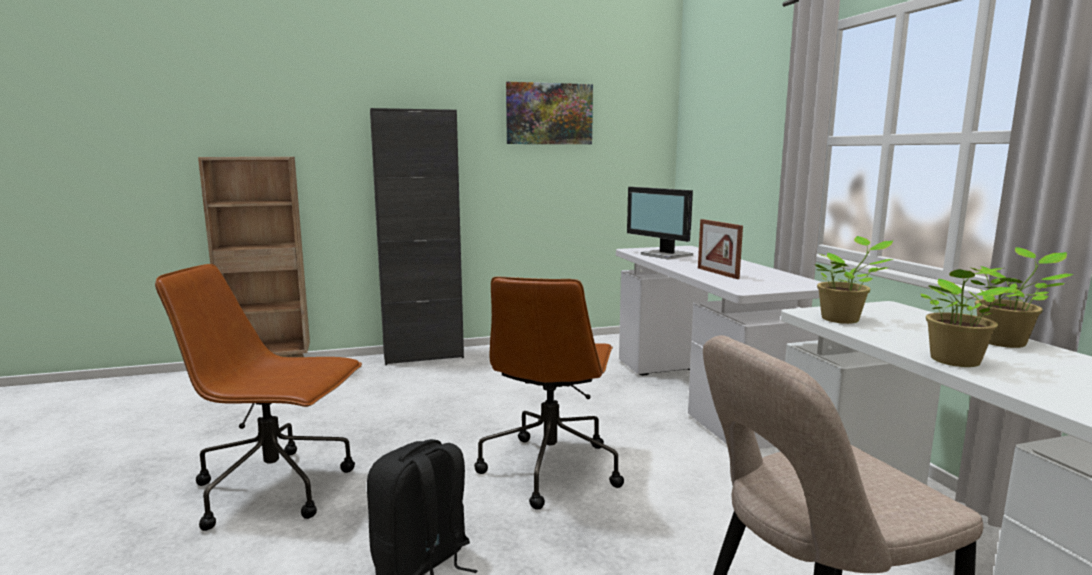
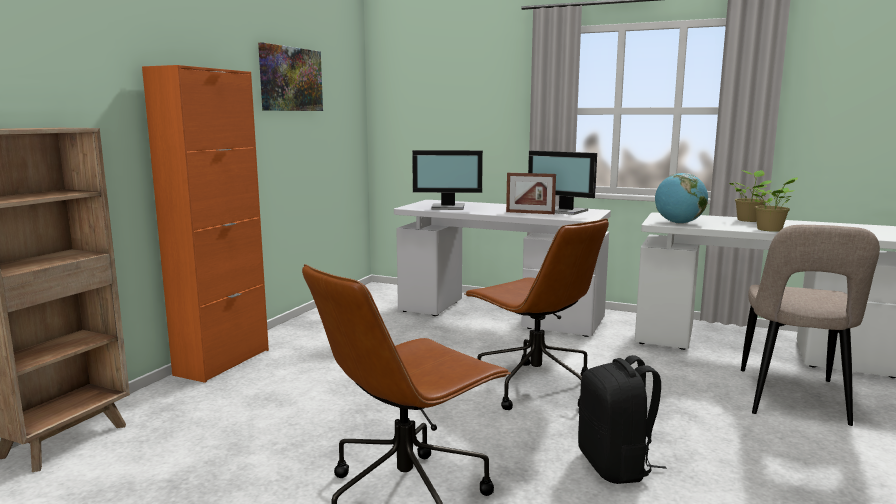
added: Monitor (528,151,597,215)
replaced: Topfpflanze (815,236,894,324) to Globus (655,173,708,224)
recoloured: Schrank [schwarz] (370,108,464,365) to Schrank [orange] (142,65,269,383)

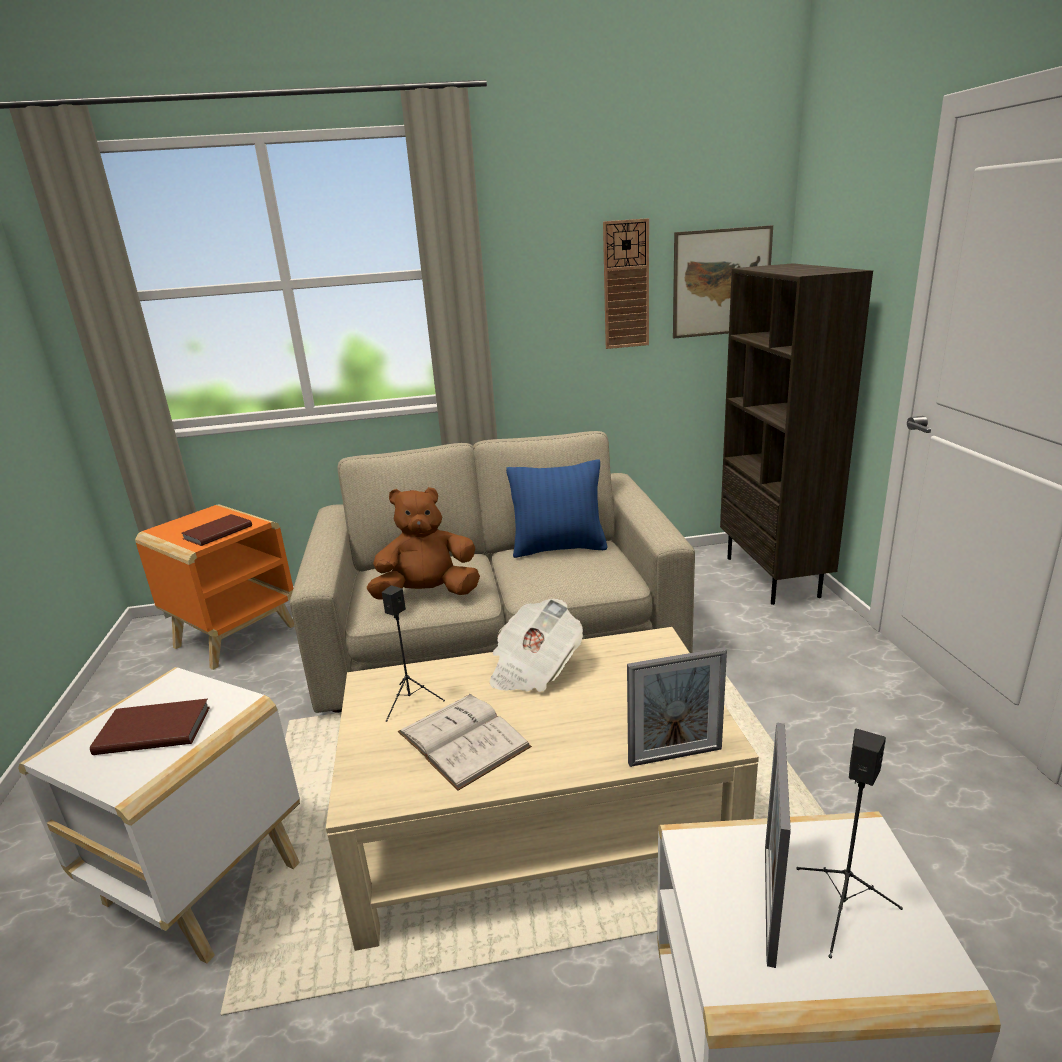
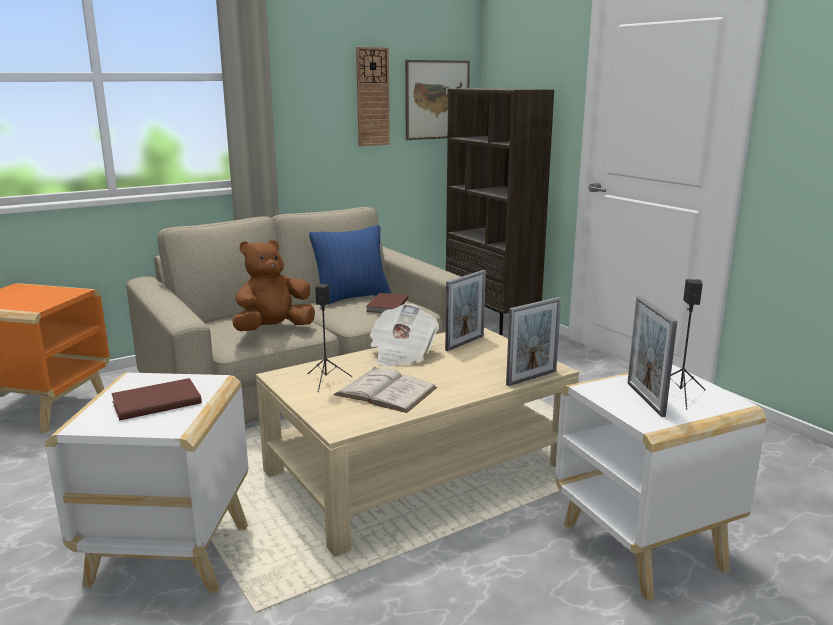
added: Bilderrahmen (445,270,486,351)
moved: Buch [braun] (182,514,252,546) to (366,293,408,313)

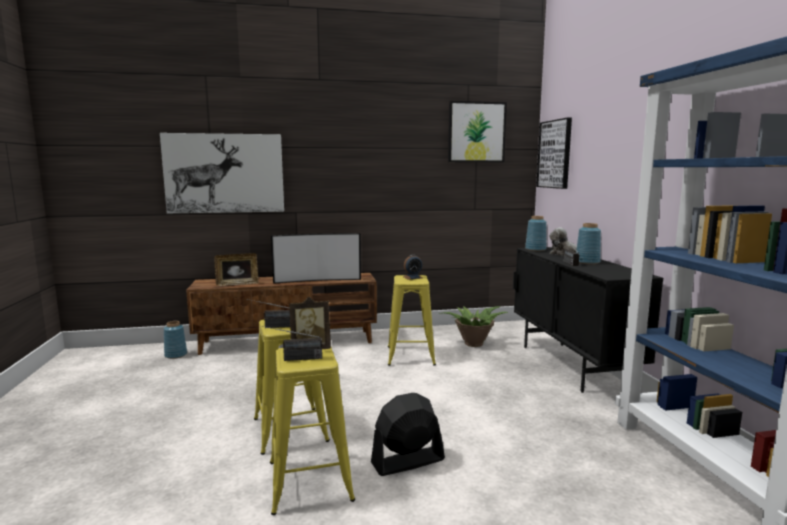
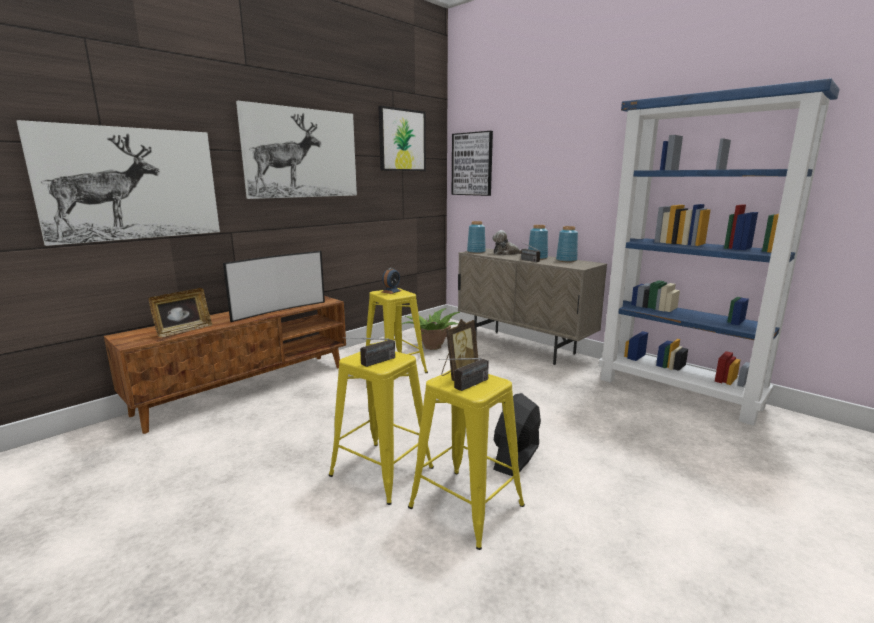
added: Bild (236,101,357,199)
moved: Vase [blau] (164,321,187,359) to (556,226,578,262)
recoloured: Schrank [schwarz] (513,247,663,393) to Schrank [beige] (458,248,607,365)

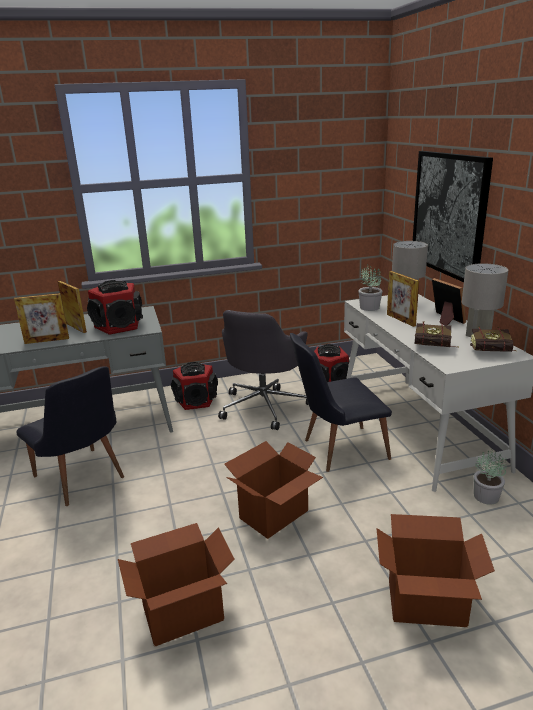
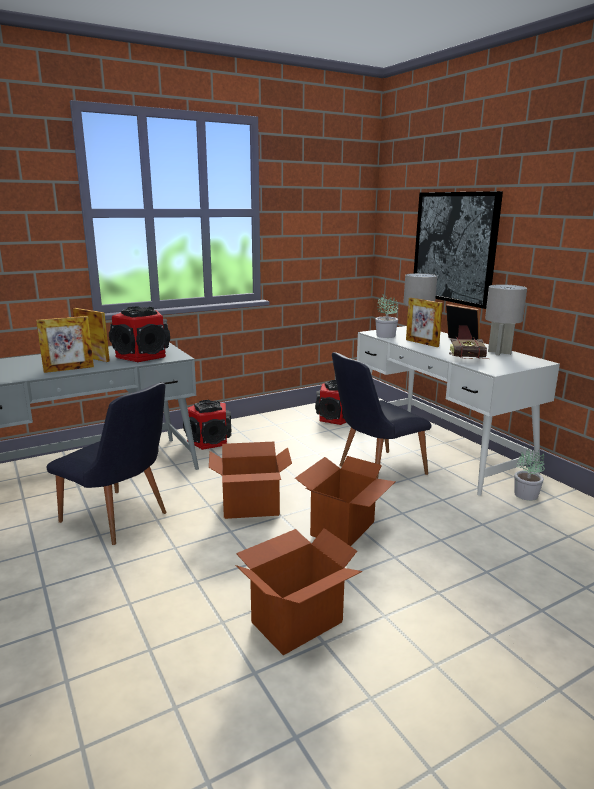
removed: Bürostuhl [grau] (218,310,309,430); Buch (470,327,516,352)
moved: Karton (376,514,495,627) to (209,442,292,519)

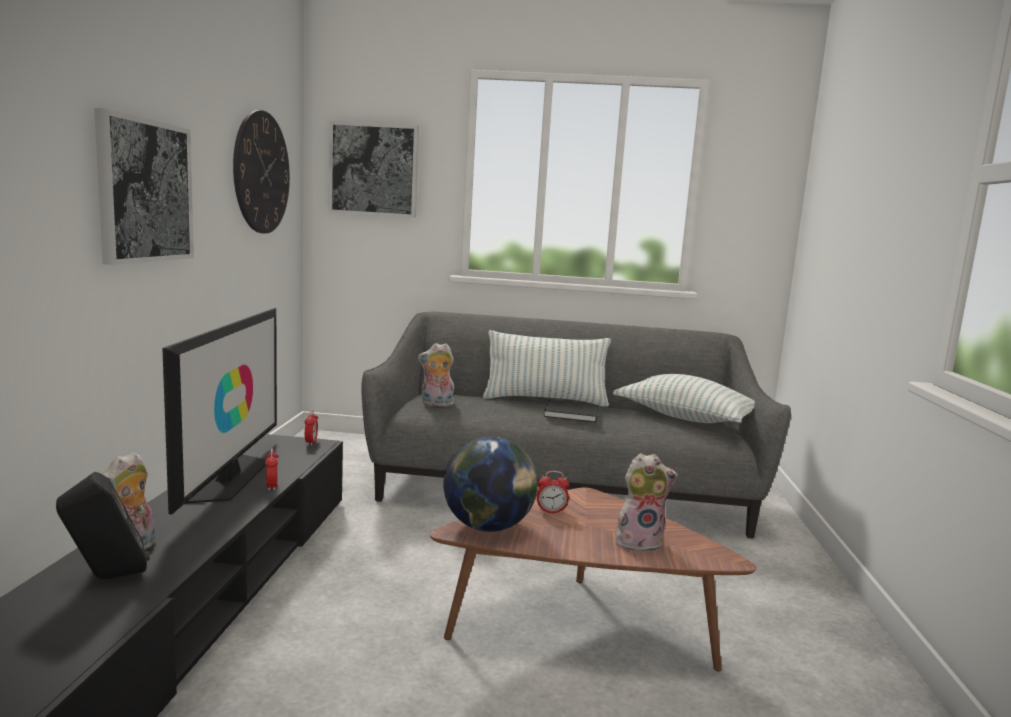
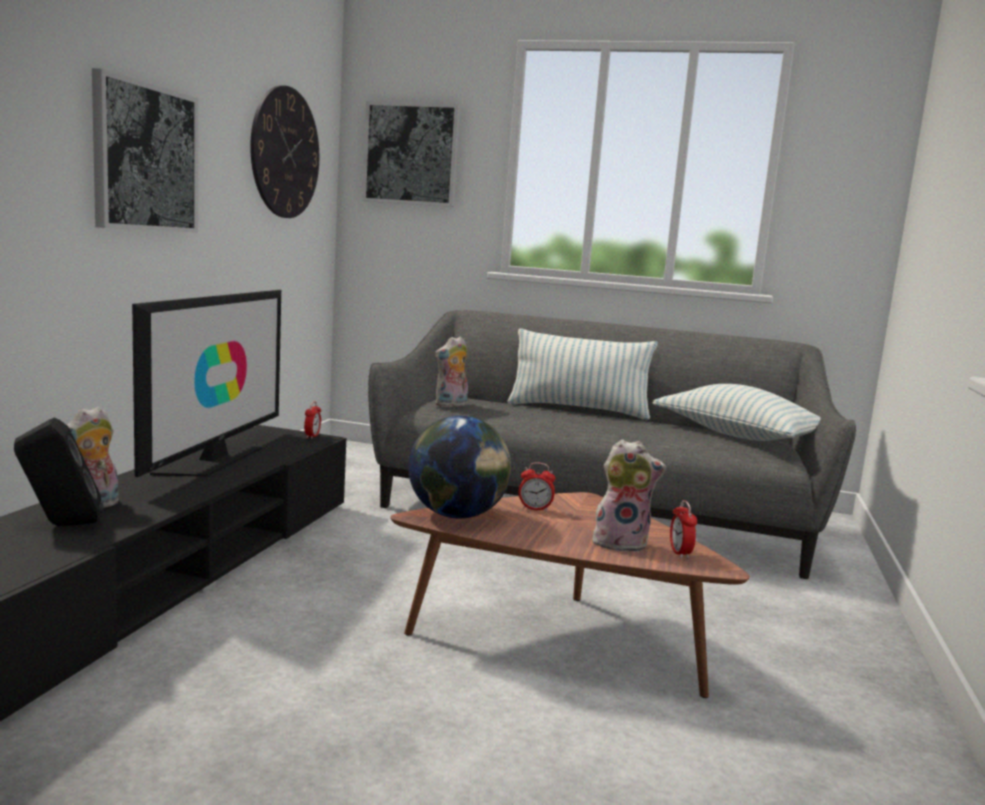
removed: Buch [schwarz] (544,400,599,422)
moved: Wecker (265,448,279,491) to (670,500,697,559)
turned: Plüschtier (418,343,455,406) = (435,336,468,407) 45 degrees counterclockwise

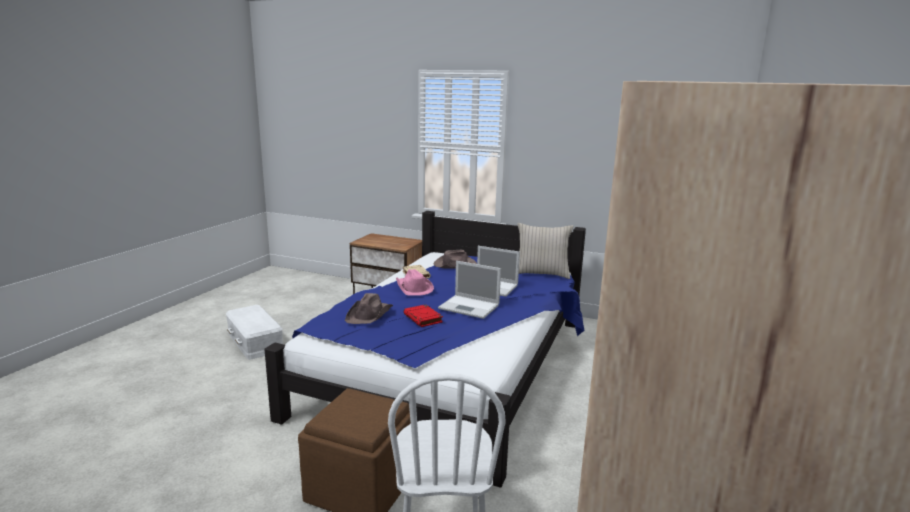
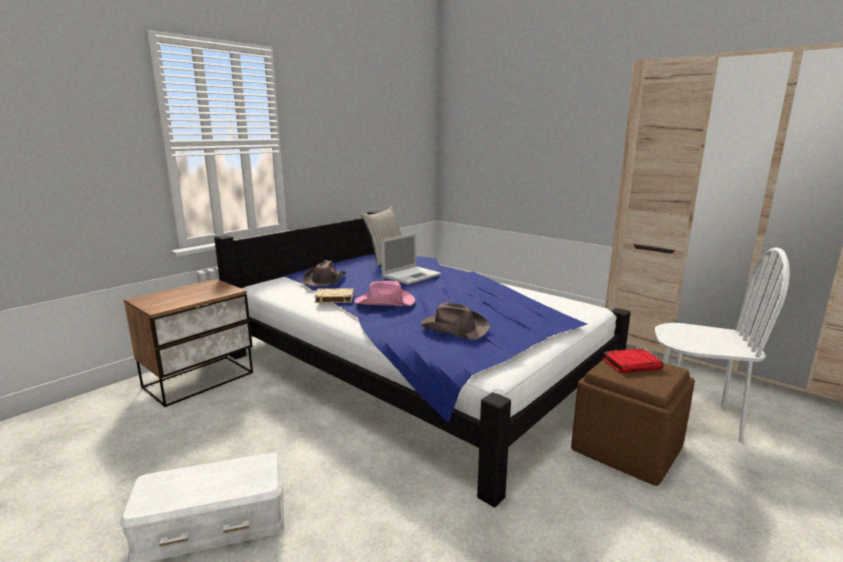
removed: Laptop (438,261,501,319)
moved: Buch [rot] (404,304,443,327) to (603,348,664,373)

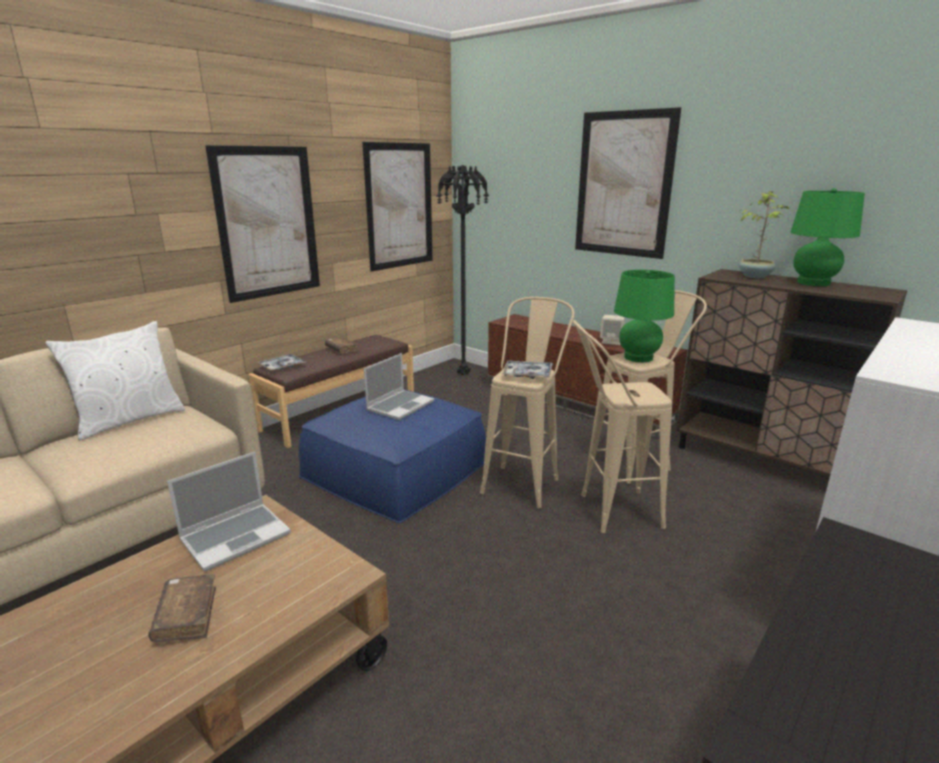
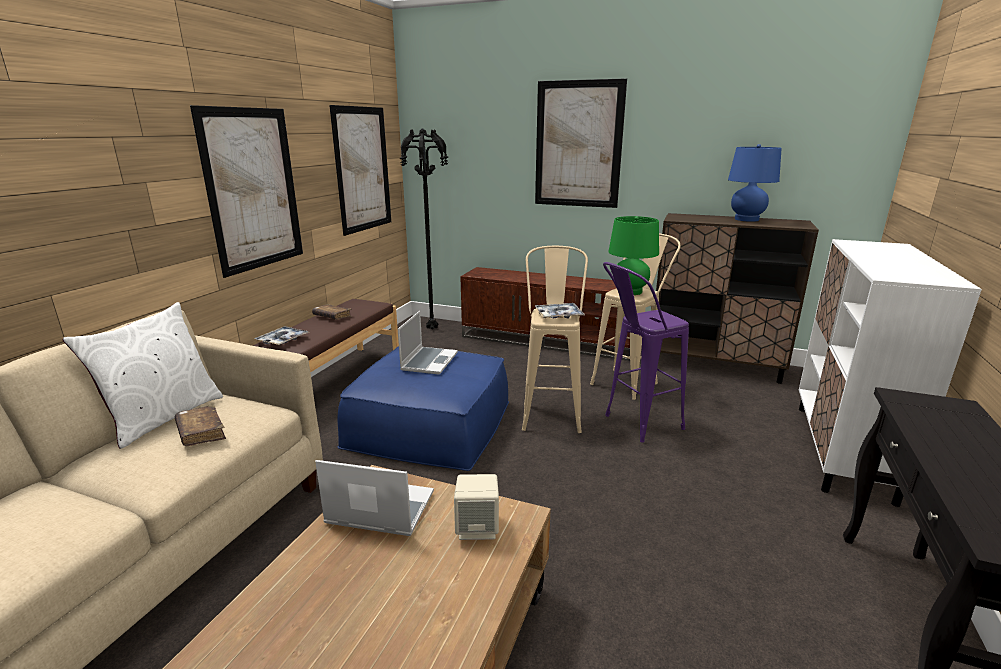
removed: Topfpflanze (739,191,789,278)
moved: Buch [braun] (148,574,216,643) to (175,405,226,446); Lautsprecher [beige] (600,315,625,345) to (454,474,499,540)
recoloured: Hocker [beige] (573,320,672,533) to Hocker [lila] (603,262,689,443); Tischlampe [grün] (790,188,865,286) to Tischlampe [blau] (728,144,782,222)
turned: Laptop (167,452,291,571) = (315,460,434,536) 105 degrees counterclockwise

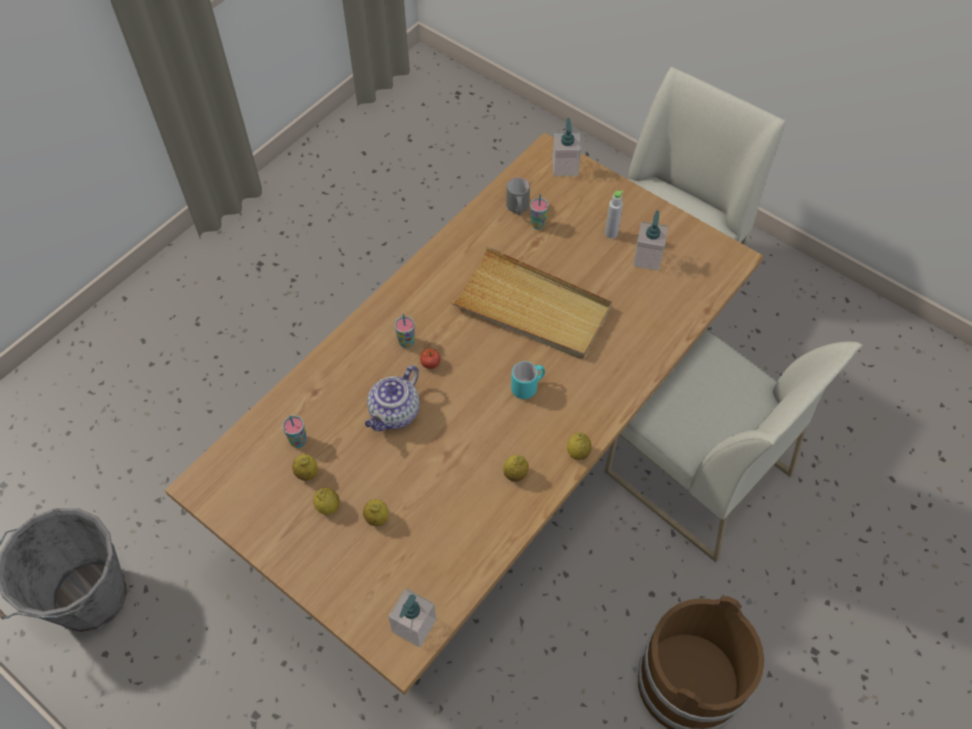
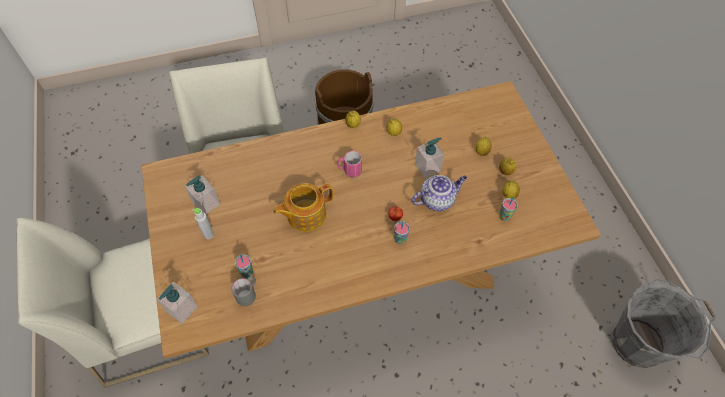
moved: Seifenspender (388,588,436,647) to (415,137,444,178)
replaced: Tablett [beige] (451,246,612,359) to Teekanne (273,183,333,232)
recoloured: Henkelbecher [türkis] (511,361,545,399) to Henkelbecher [rosa] (337,151,362,177)

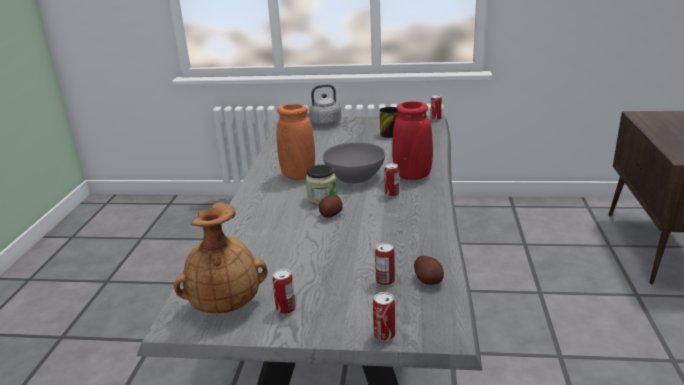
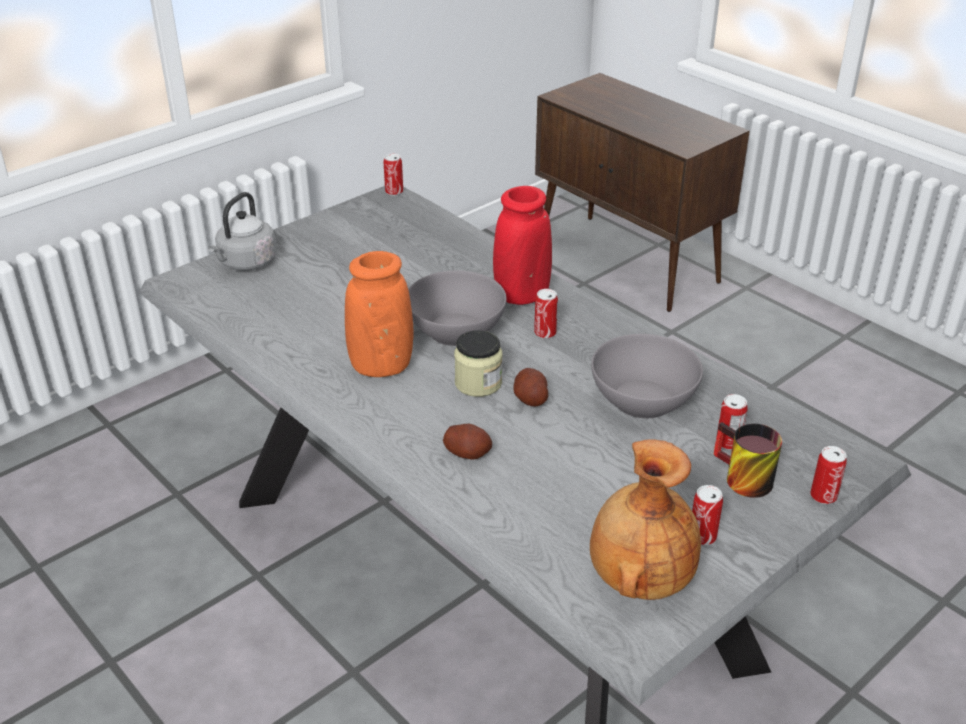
added: Schüssel [grau] (591,334,703,418)
moved: Henkelbecher (379,107,398,138) to (713,422,782,498); Kartoffel (414,256,444,285) to (443,424,492,460)

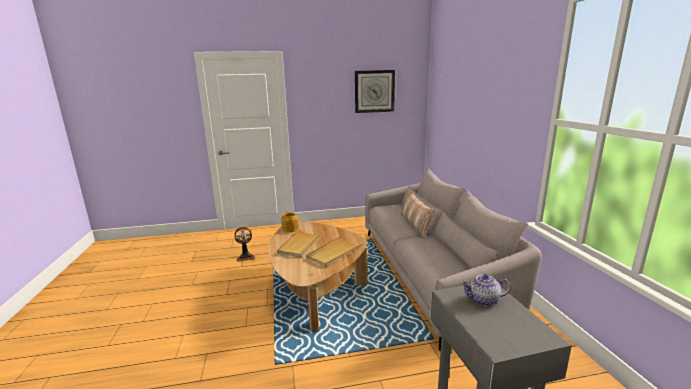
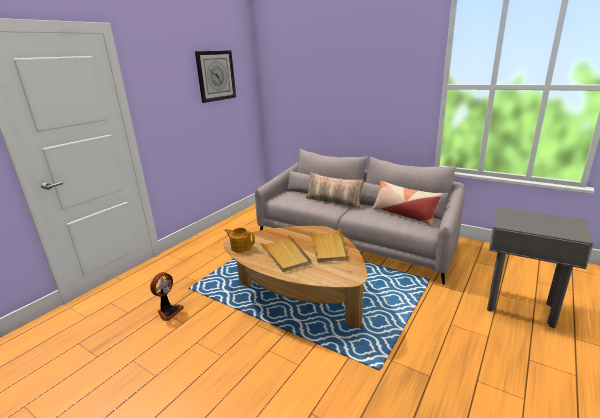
removed: Teekanne (461,274,511,306)
added: Kissen (373,181,442,226)

